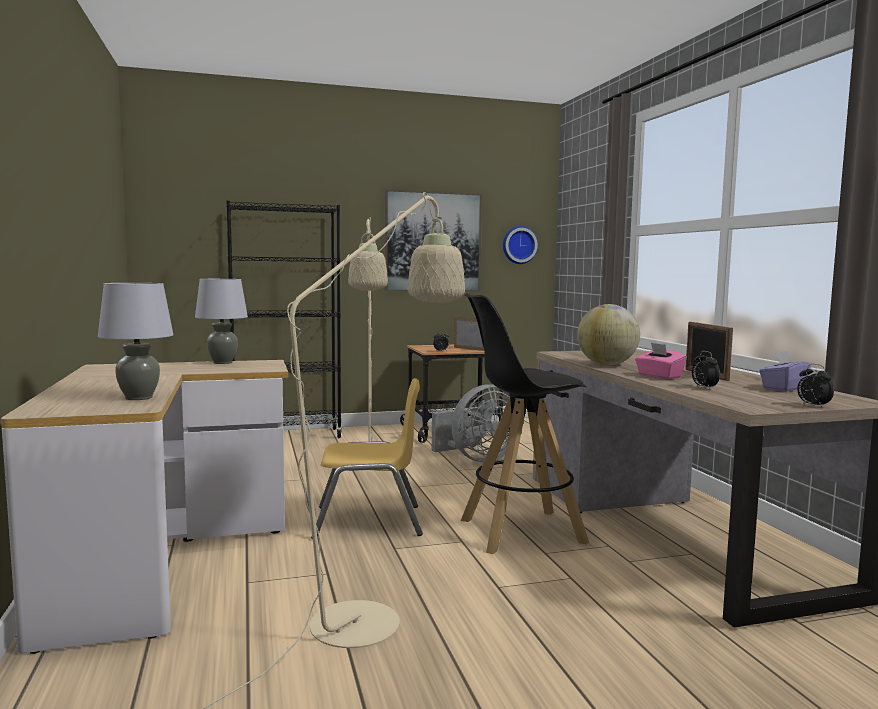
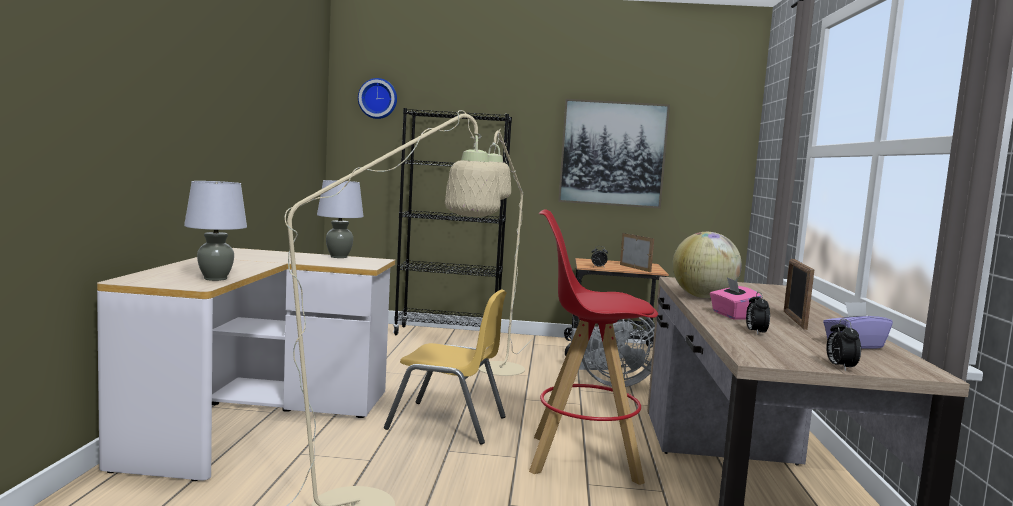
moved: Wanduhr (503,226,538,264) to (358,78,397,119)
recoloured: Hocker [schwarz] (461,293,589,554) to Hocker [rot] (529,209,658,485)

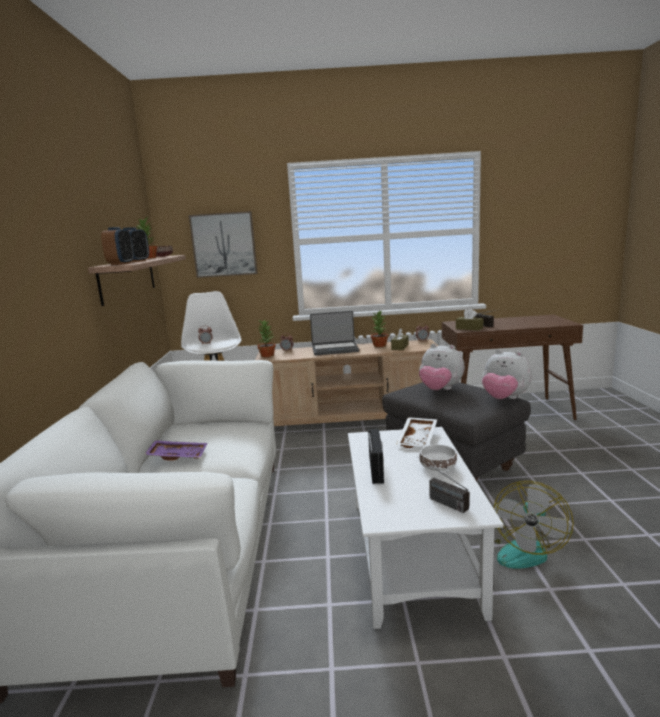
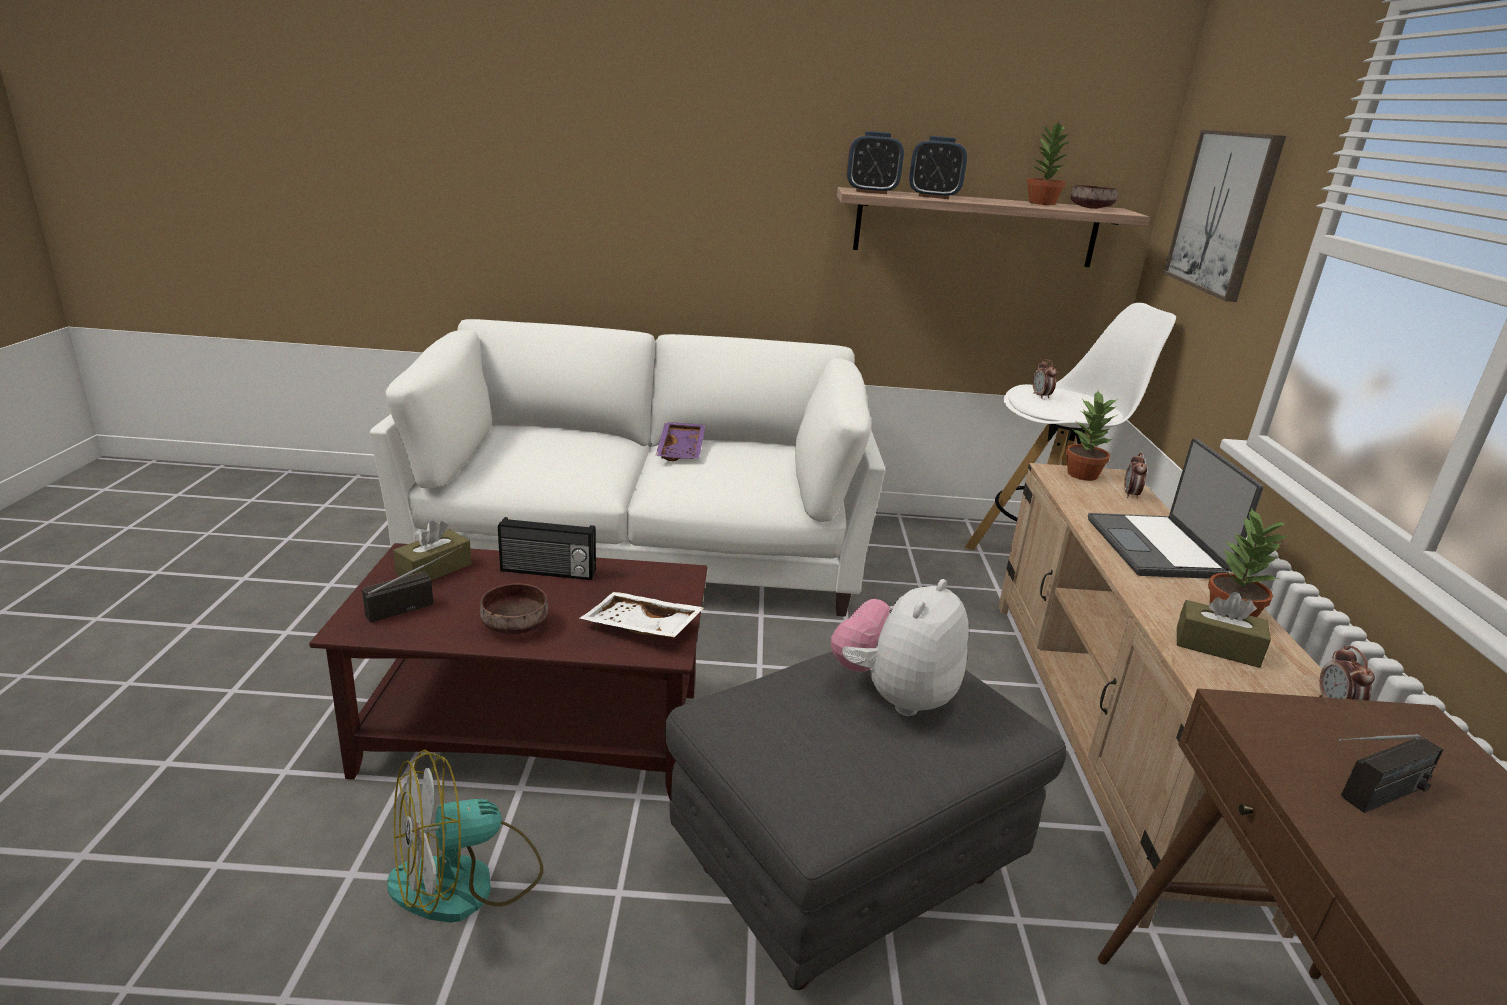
removed: Plüschtier (482,349,532,399)
moved: Taschentuchbox [braun] (456,308,483,331) to (393,521,472,580)
recoloured: Couchtisch [weiß] (348,427,504,629) to Couchtisch [braun] (309,543,707,801); Schüssel [weiß] (419,445,457,471) to Schüssel [braun] (480,583,548,634)
turned: Ventilator (494,481,574,569) = (387,750,543,923) 60 degrees counterclockwise

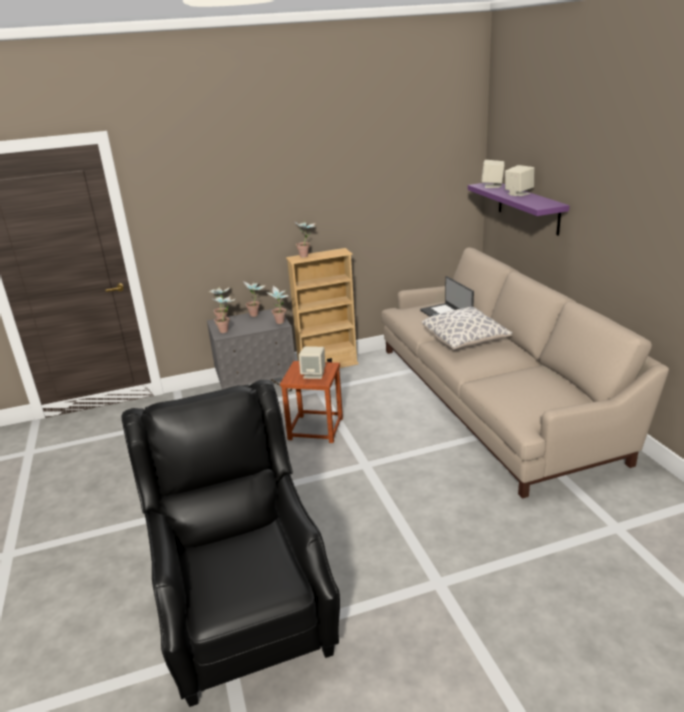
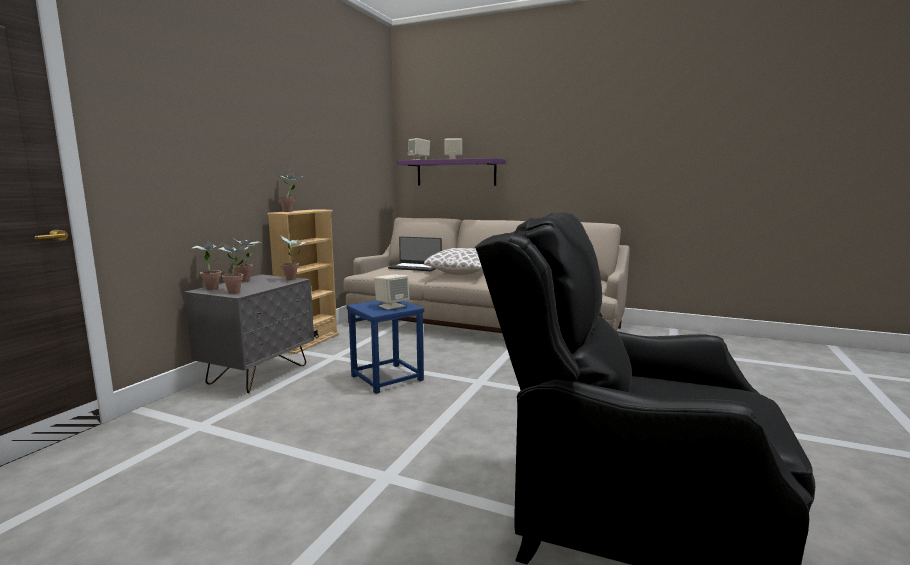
recoloured: Hocker [braun] (280,361,343,443) to Hocker [blau] (347,301,424,394)

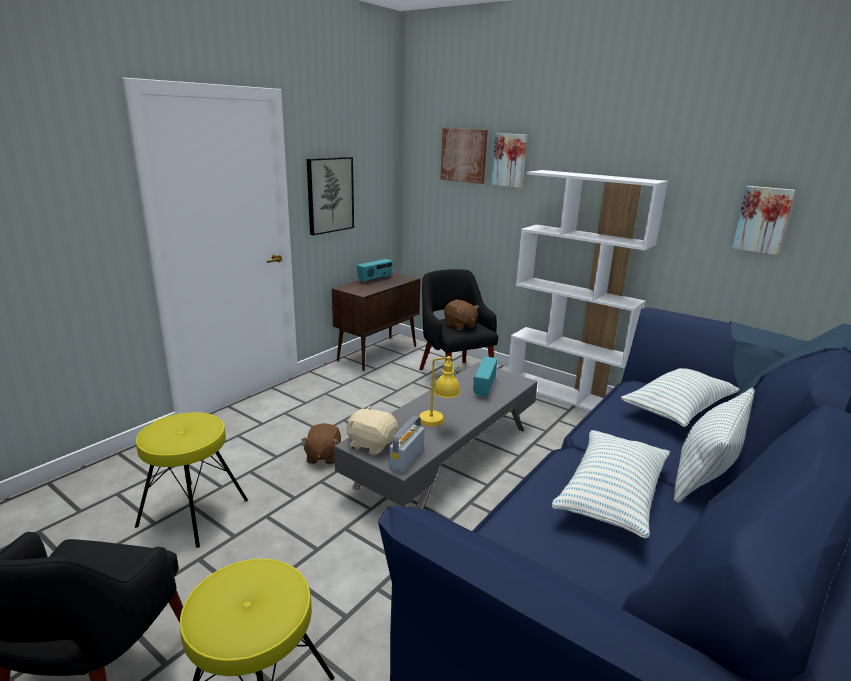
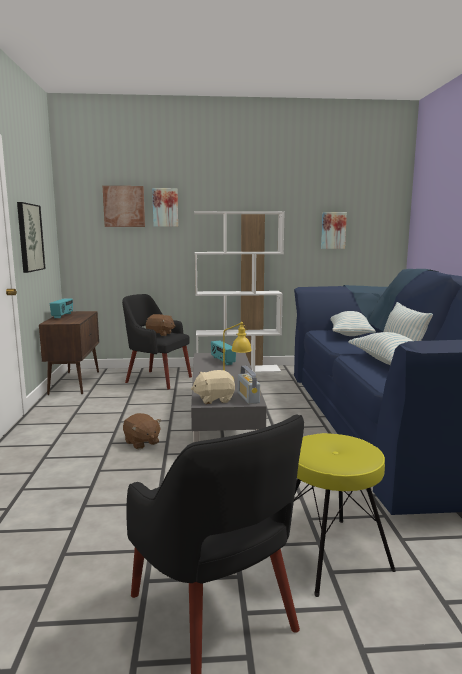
removed: Hocker [gelb] (135,412,248,548)

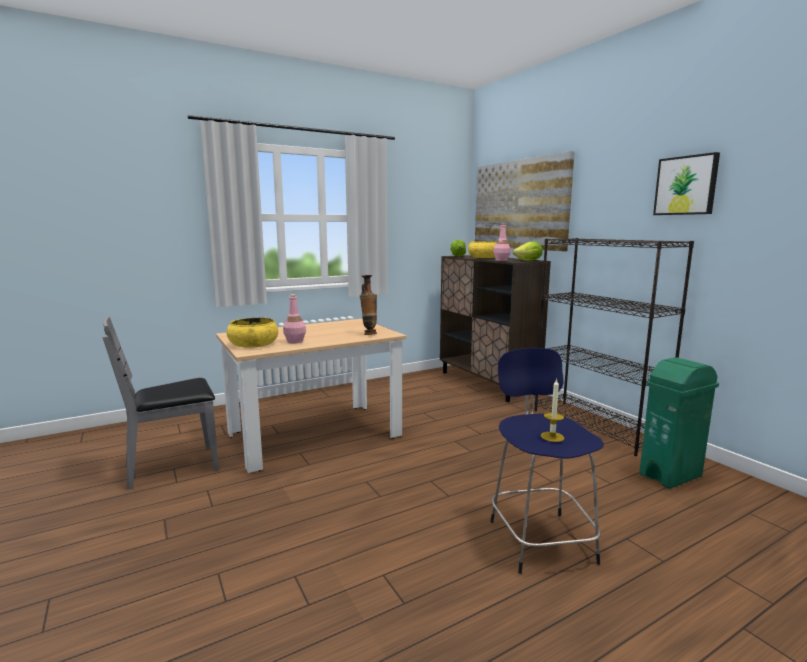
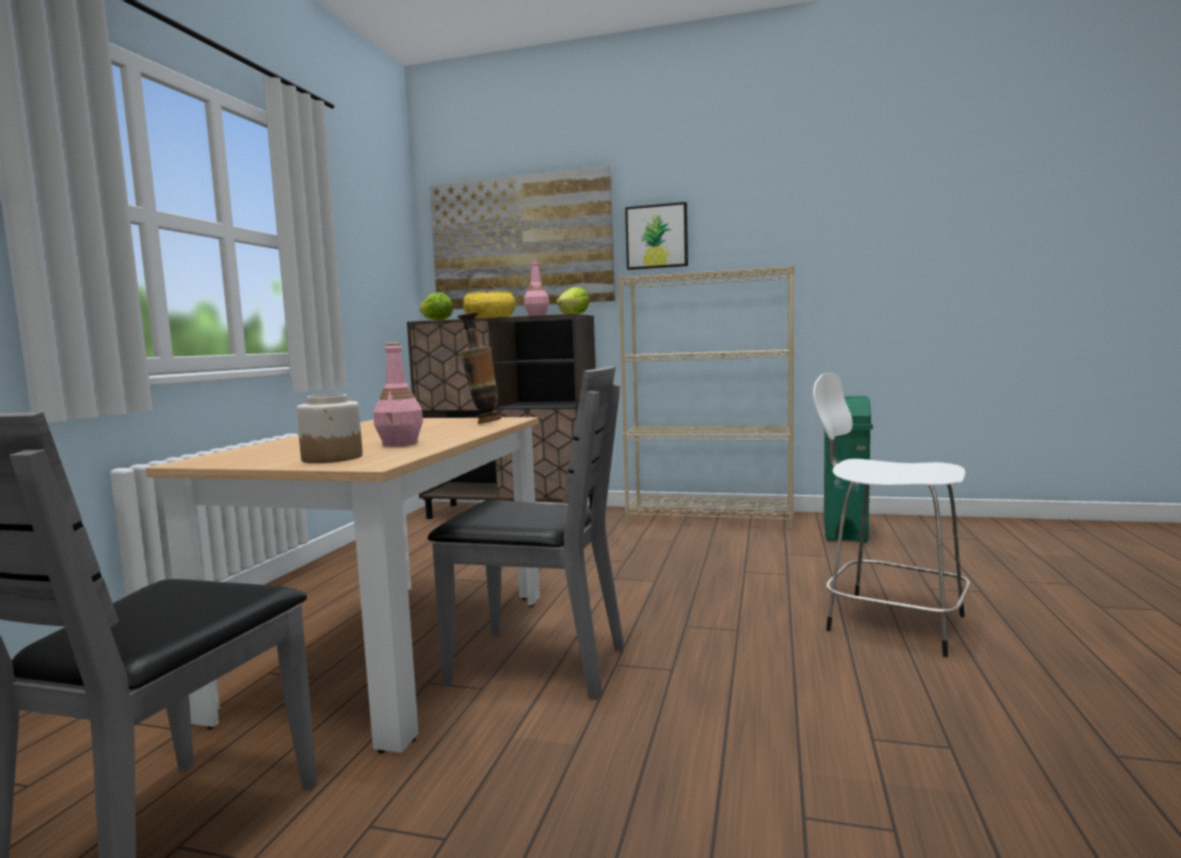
removed: Kerze (541,379,564,442)
added: Stuhl [grau] (428,366,625,699)
moved: Bild (653,152,720,215) to (625,202,688,270)
replaced: Schüssel [gelb] (226,317,278,348) to Vorratsglas (297,394,363,463)
recoloured: Hocker [blau] (490,348,604,574) to Hocker [weiß] (813,373,971,657); Bücherregal [schwarz] (535,238,694,456) to Bücherregal [beige] (618,265,794,529)

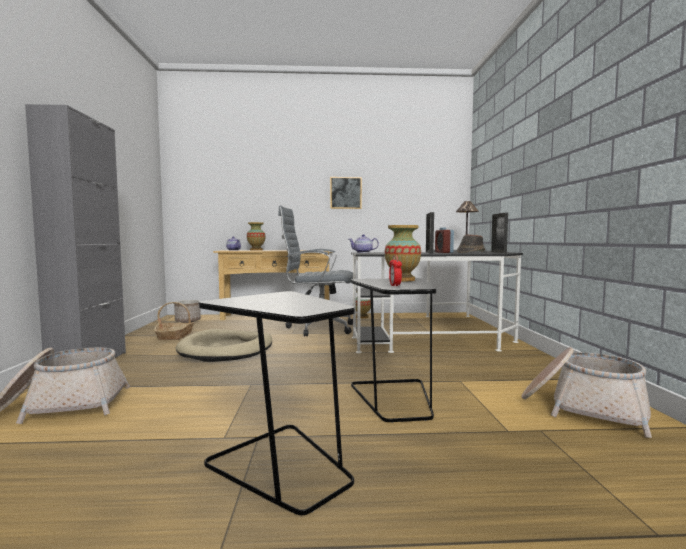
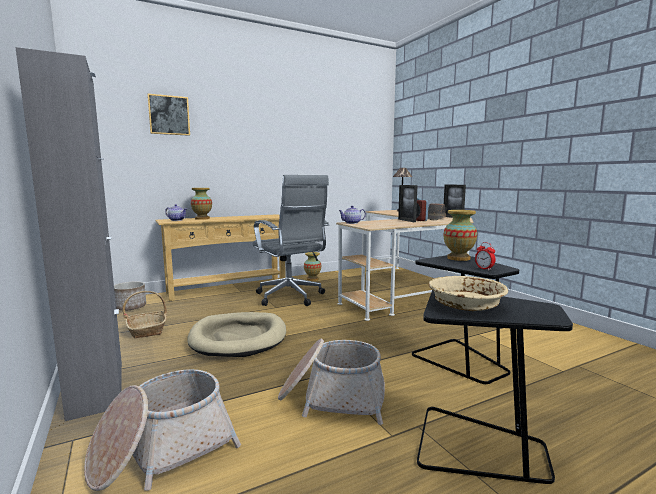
added: Schüssel [beige] (429,276,508,311)
moved: Bild (330,177,362,209) to (147,94,190,136); Korb (522,347,652,438) to (278,339,385,425)
recoloured: Schreibtisch [schwarz] (351,250,523,353) to Schreibtisch [beige] (336,210,473,321)
turned: Bürostuhl [grau] (278,206,353,336) = (252,175,329,306) 105 degrees counterclockwise

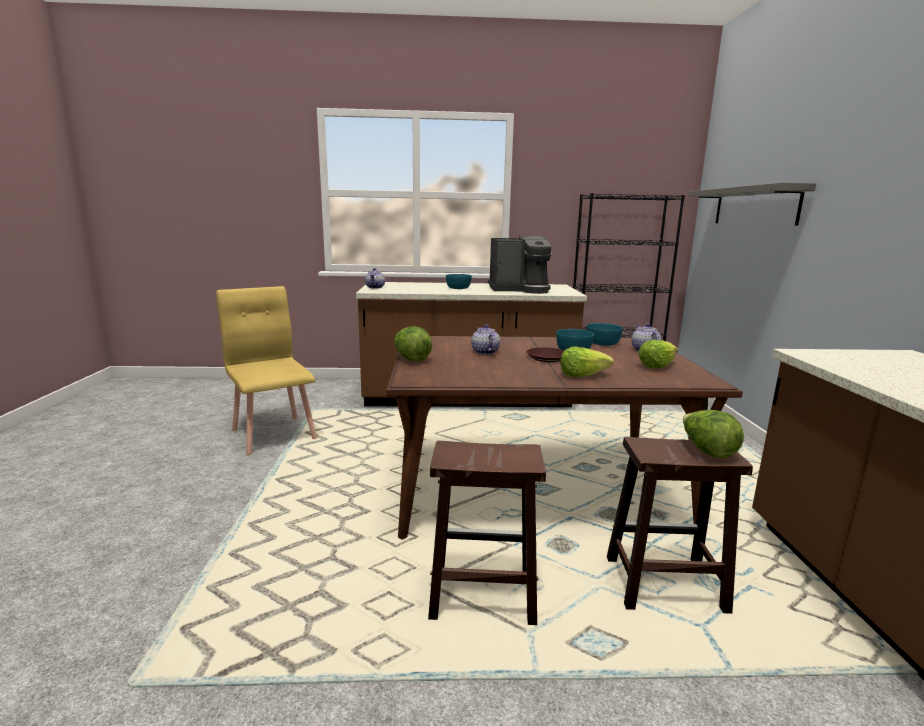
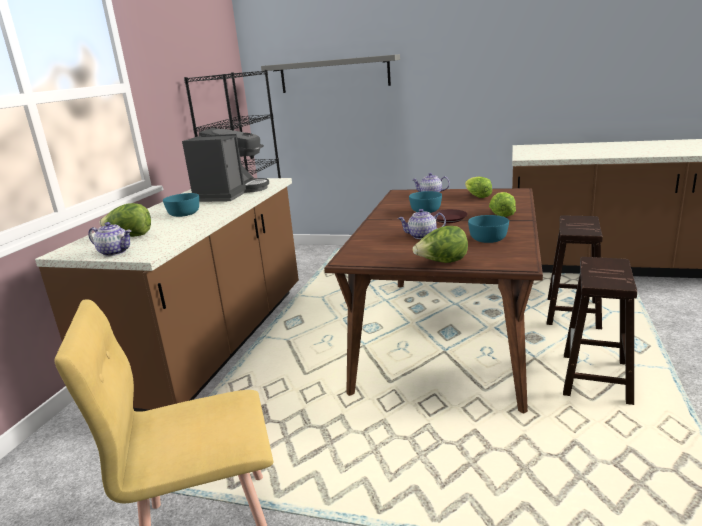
moved: Schüssel [türkis] (587,323,623,346) to (468,215,509,243); Salatkopf (683,410,744,459) to (100,203,151,237)

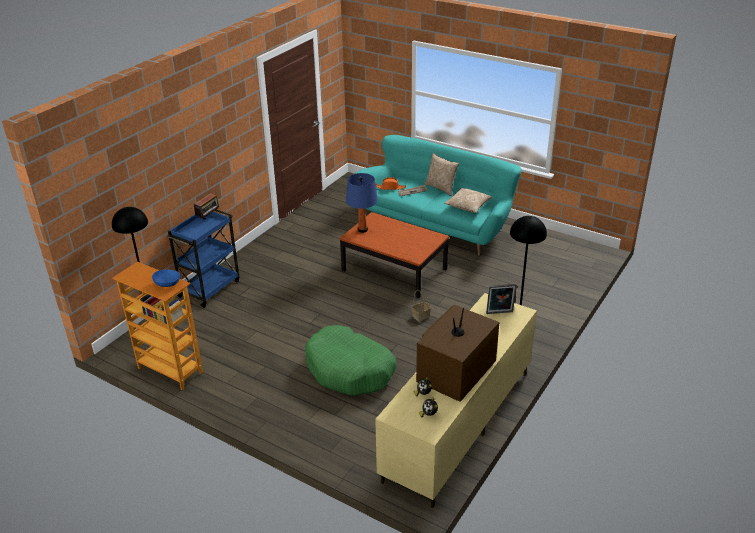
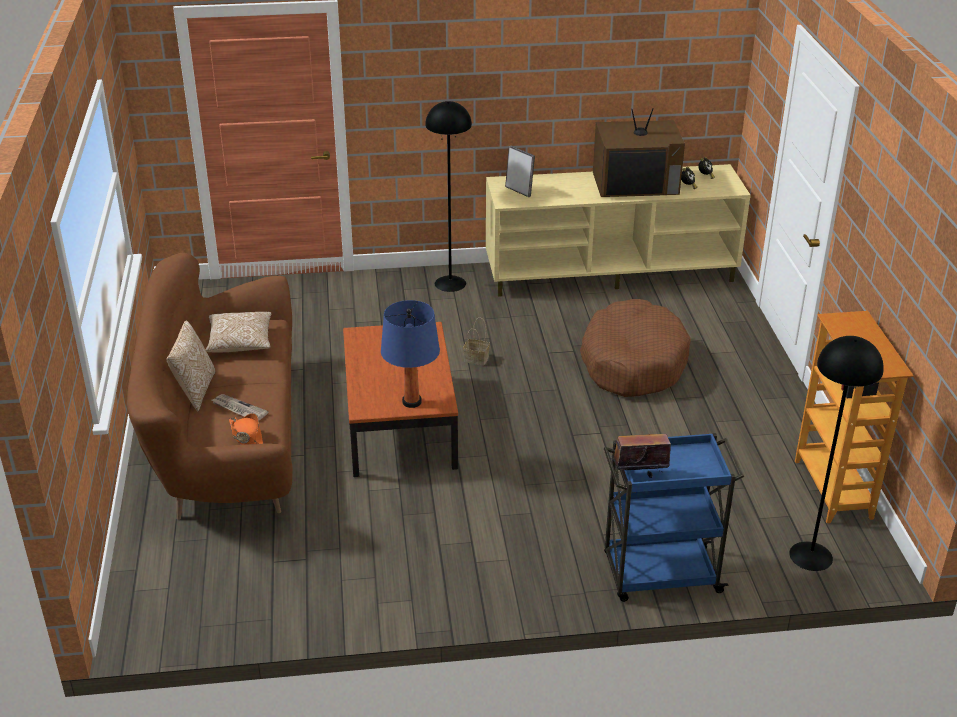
removed: Schüssel [blau] (152,269,180,287)
recoloured: Hundebett [grün] (305,325,396,396) to Hundebett [braun] (580,299,691,397); Sofa [türkis] (355,135,522,255) to Sofa [braun] (127,253,293,520)

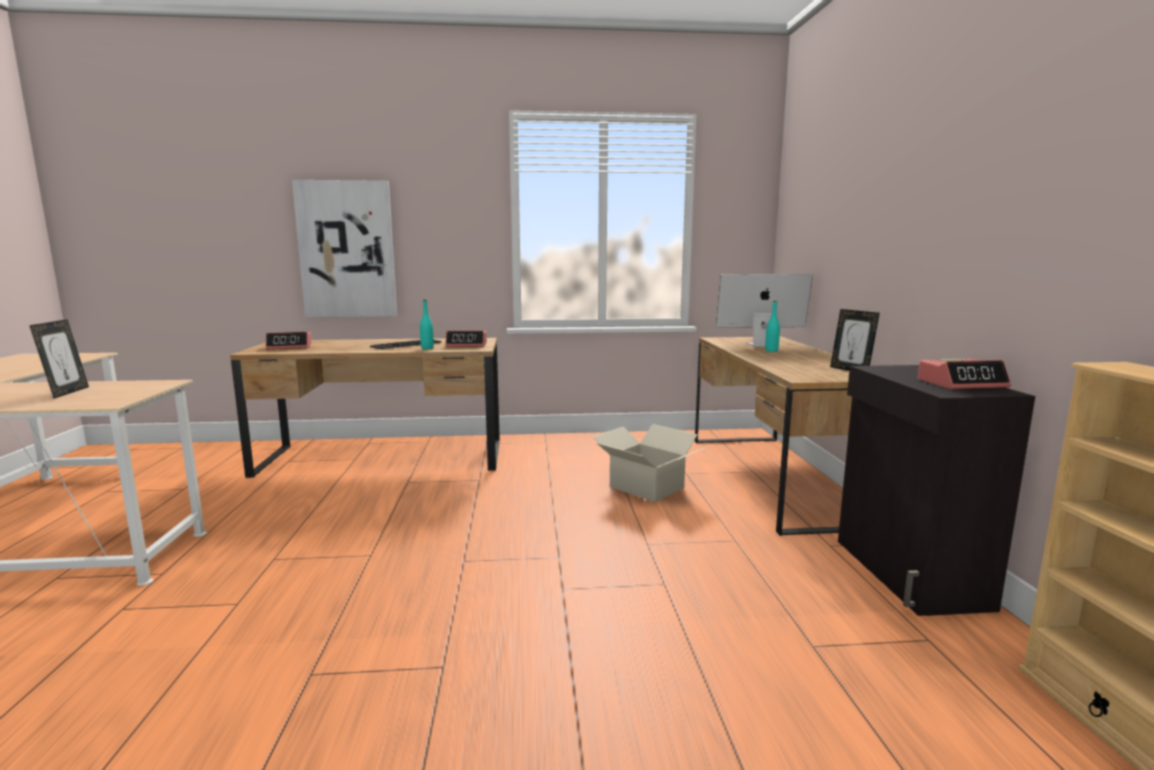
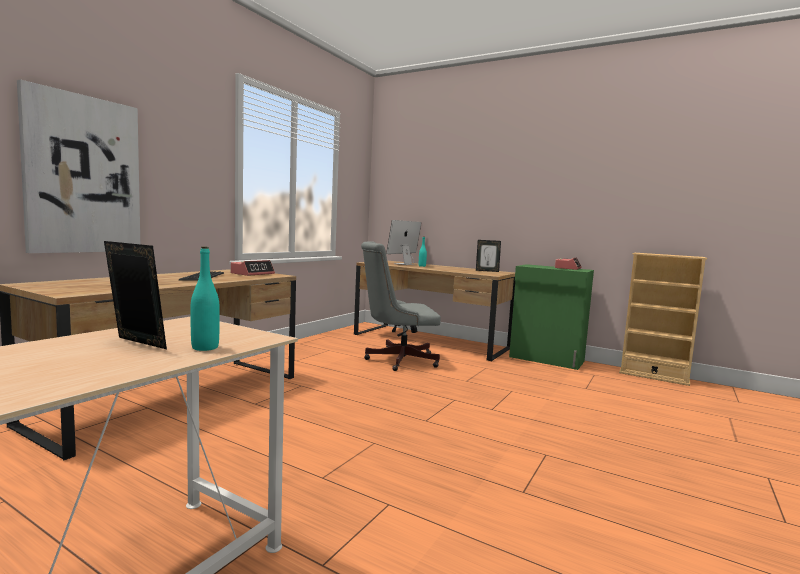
removed: Wecker (266,332,312,350)
moved: Flasche [türkis] (420,300,434,349) to (190,247,220,351)
replaced: Karton (593,424,706,502) to Bürostuhl [grau] (361,241,440,371)
recoloured: Schrank [schwarz] (838,365,1035,616) to Schrank [grün] (509,264,594,370)

